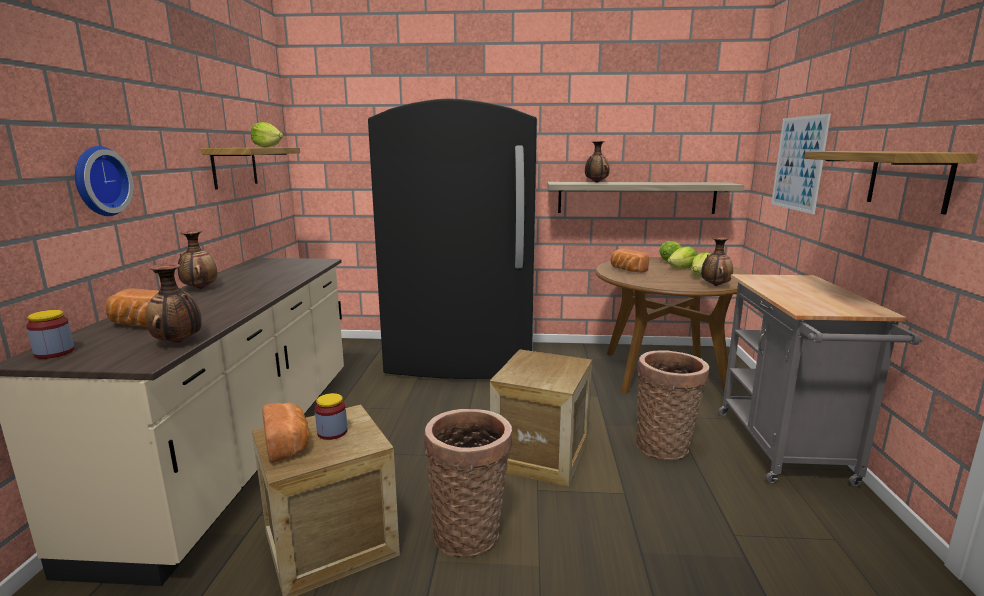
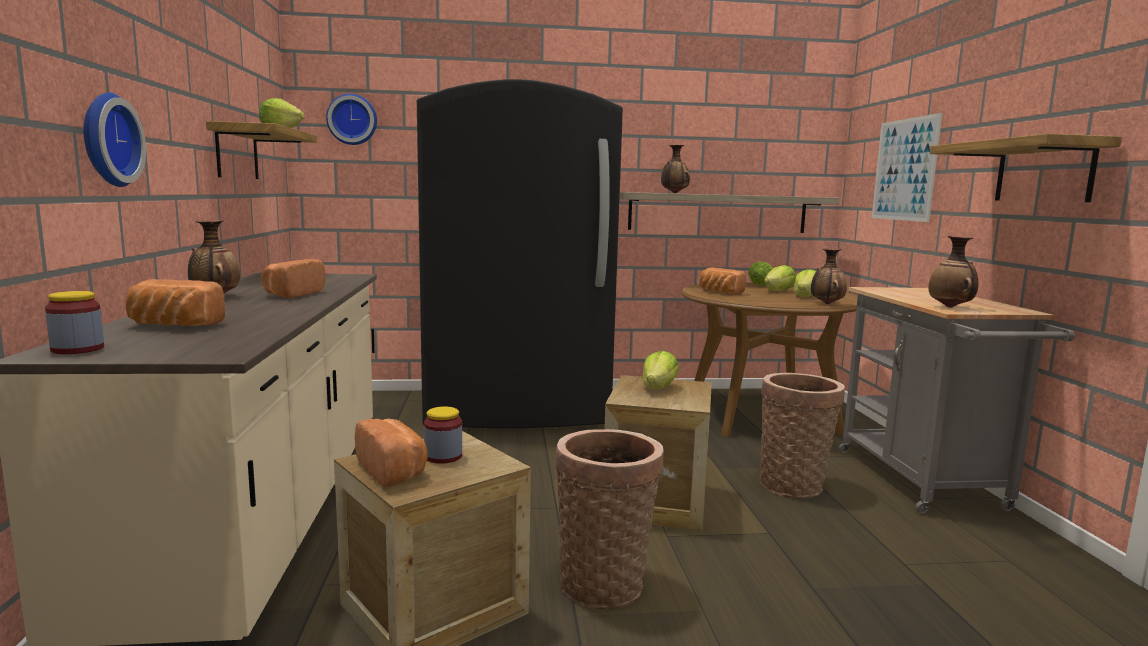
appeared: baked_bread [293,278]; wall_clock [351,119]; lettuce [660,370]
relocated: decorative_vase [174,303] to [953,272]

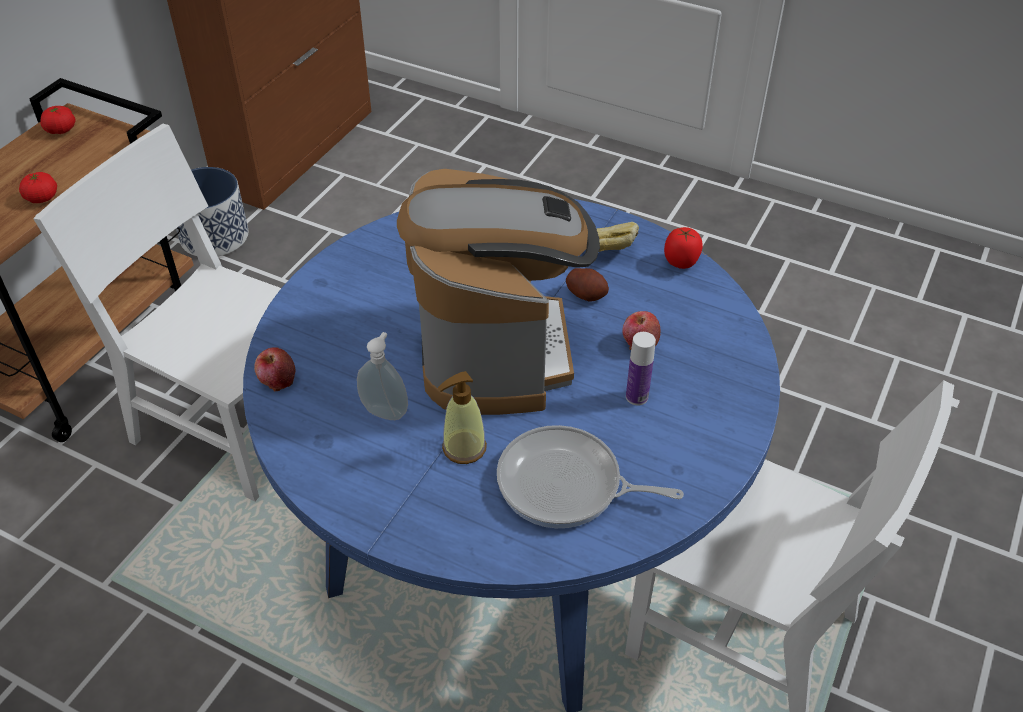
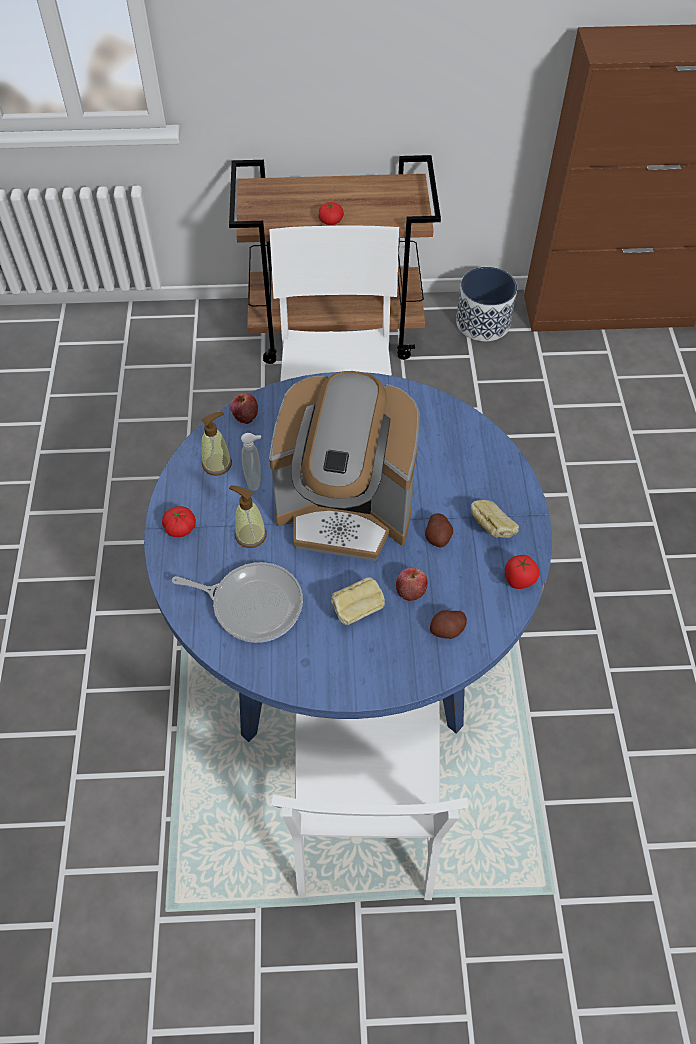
appeared: soap_bottle [216,444]; whole_potato [448,624]
relocated: tomato [57,120] to [179,521]
exchanged: bottle [641,368] to baked_bread [358,601]
spun: pan [590,476] = [237,602] 120 degrees clockwise; coffee_brewer [498,292] = [344,466] 45 degrees clockwise

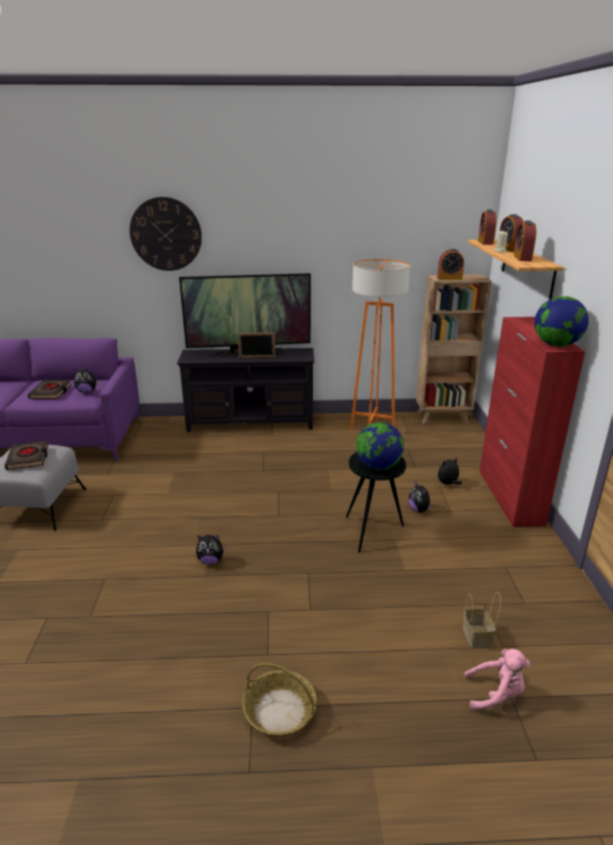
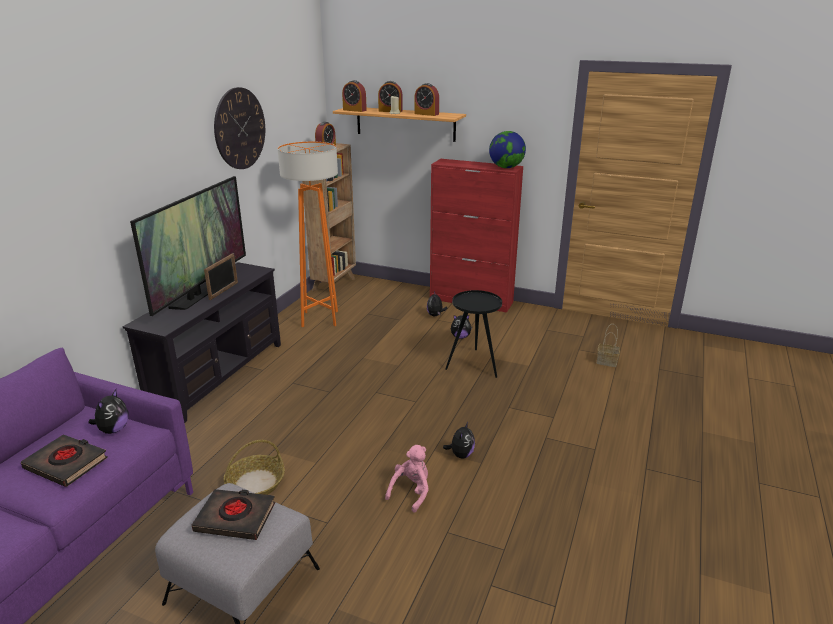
missing: world_globe [380,446]
relocated: wall_clock [166,234] to [239,128]; storage_basket [279,700] to [254,467]; pink-coloured_plush_toy [497,680] to [407,478]

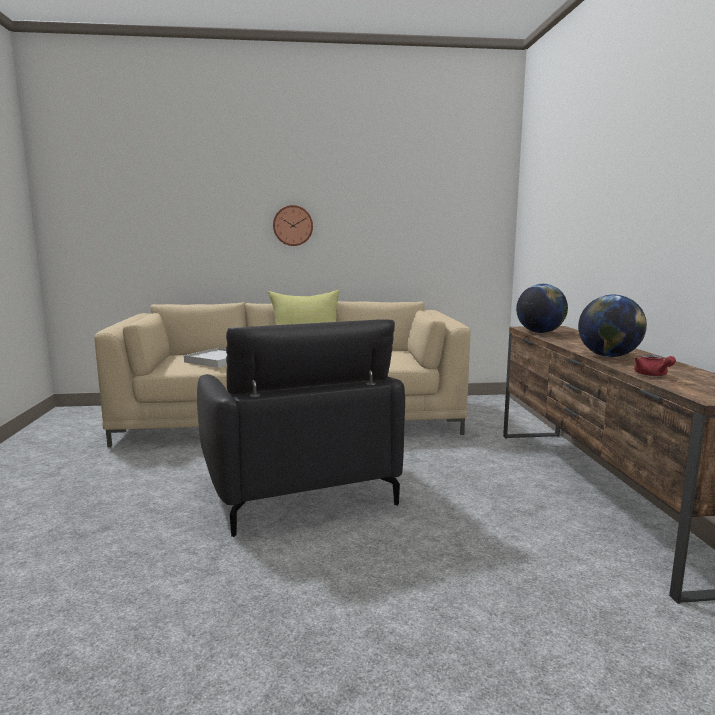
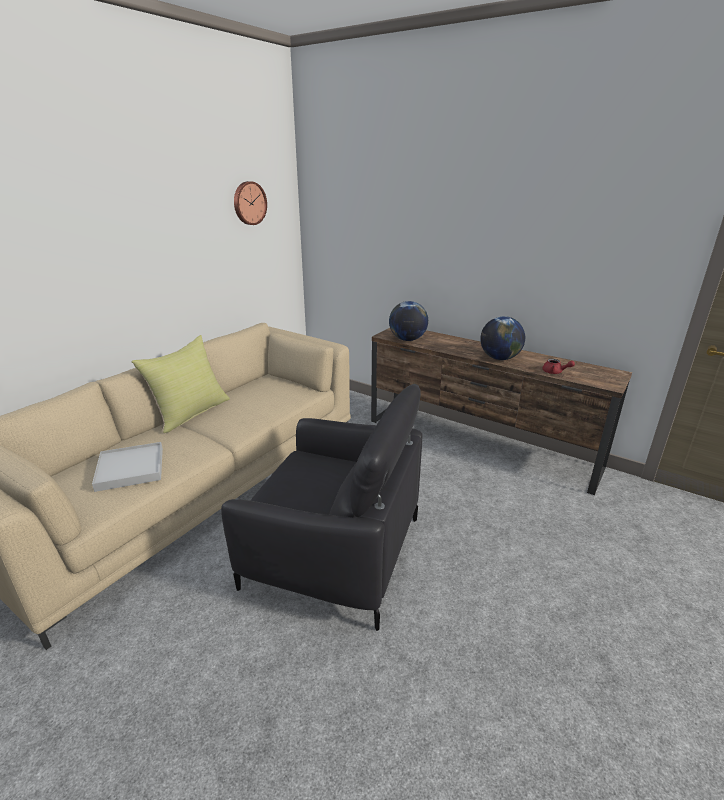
relocated: wall_clock [293,225] to [250,203]

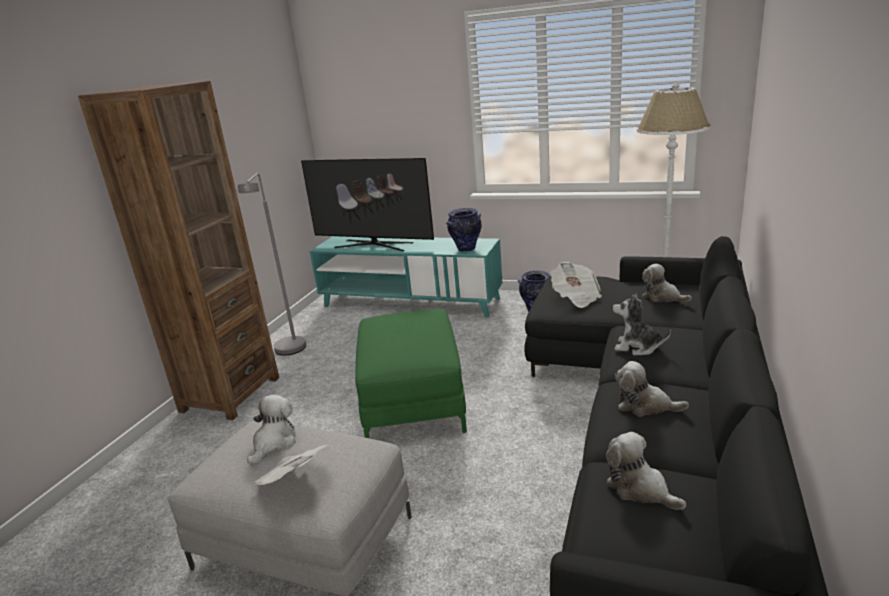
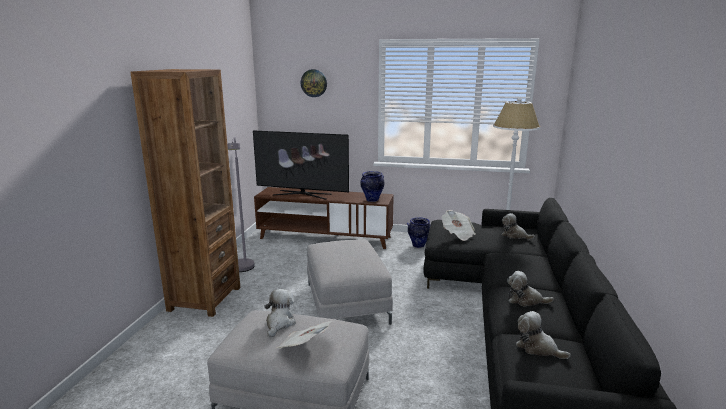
missing: plush_toy [642,325]
appeared: wall_clock [314,83]
colour: blue-green_media_console [406,276] to brown-coloured_media_console [324,218]; green-coloured_pouffe [411,373] to gray_pouffe [350,282]

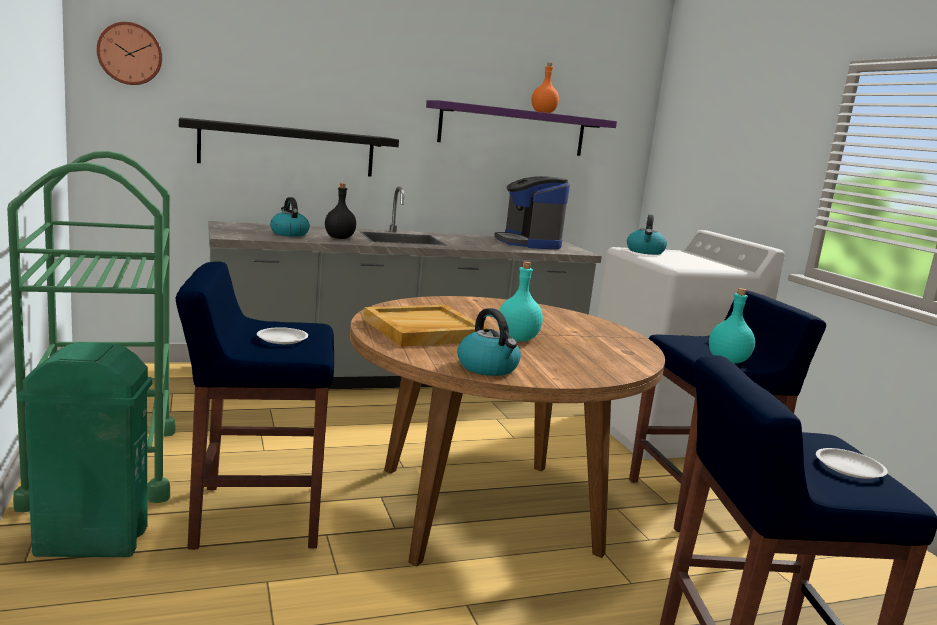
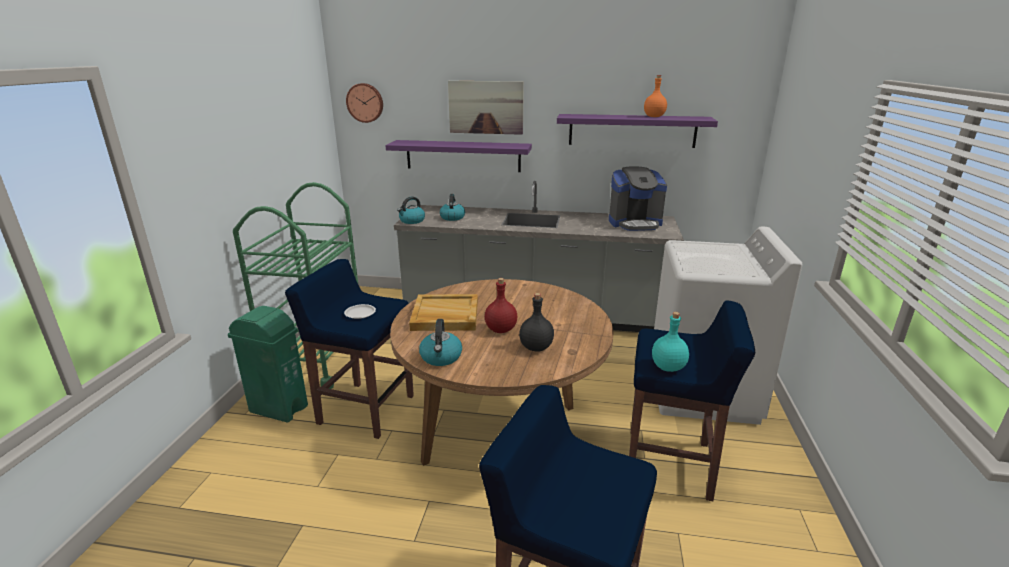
missing: white_flat_dish [852,463]
appeared: wall_picture [486,108]
relocated: water_kettle [647,235] to [411,210]; black-coloured_bottle [340,211] to [536,322]
colour: black-coloured_bracket_shelf [289,147] to purplish_bracket_shelf [458,156]; blue-green_bottle [520,301] to red_bottle [501,305]
spun: coffee_brewer [532,212] = [638,198] 105 degrees counterclockwise

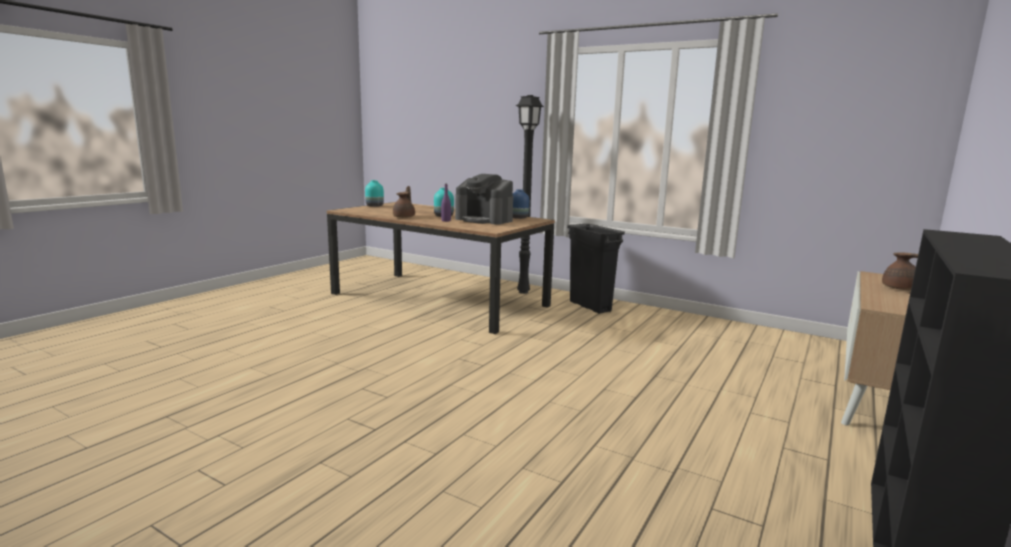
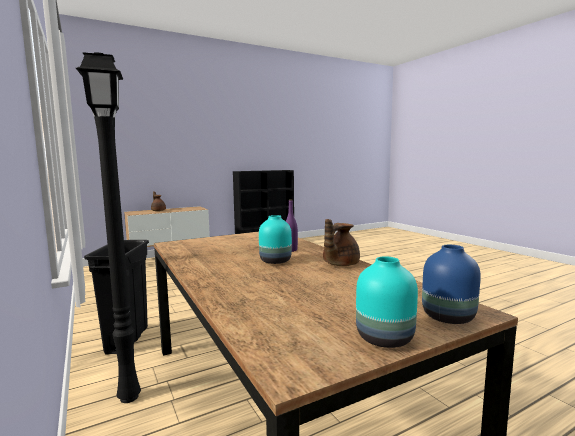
missing: coffee_brewer [484,199]
relocated: blue_decorative_vase [520,204] to [451,284]

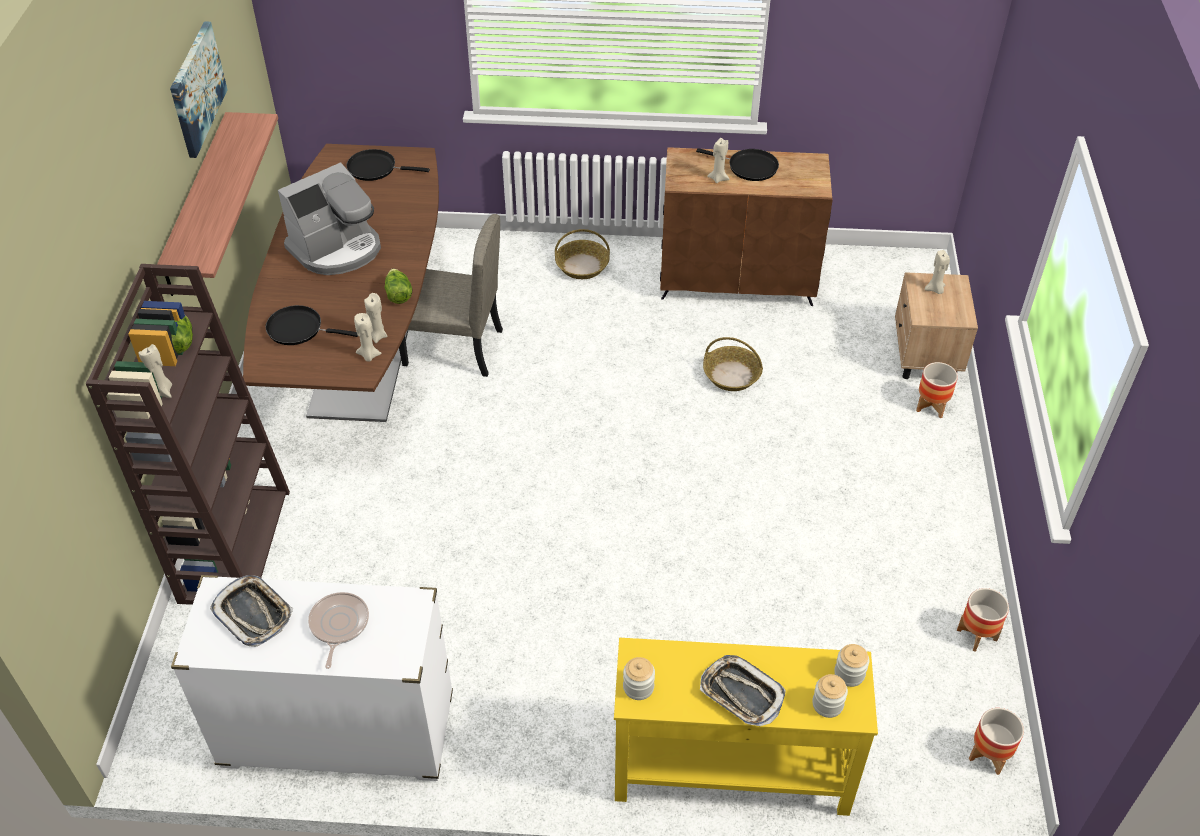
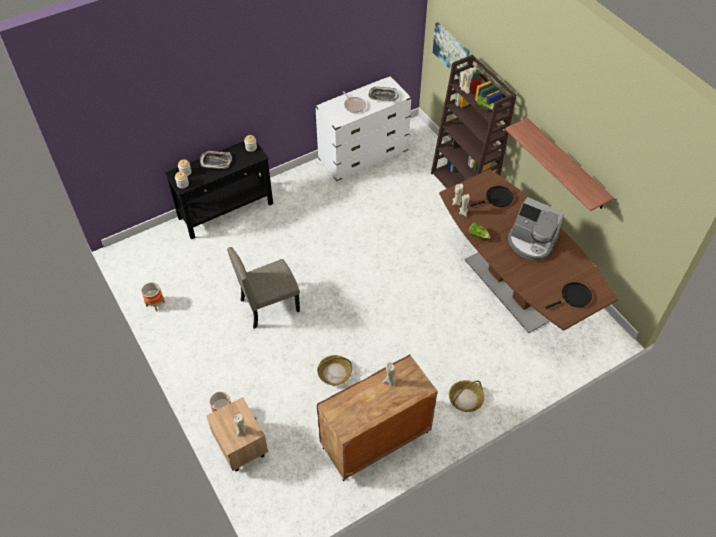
missing: black-coloured_pan [737,164]; plant_pot [996,741]
relocated: beige-coloured_plain_chair [451,295] to [263,288]; wall_picture [199,89] to [451,50]
colour: yellow_hall_table [746,727] to black-coloured_hall_table [219,190]
spun: coffee_brewer [329,218] = [536,228] 75 degrees counterclockwise

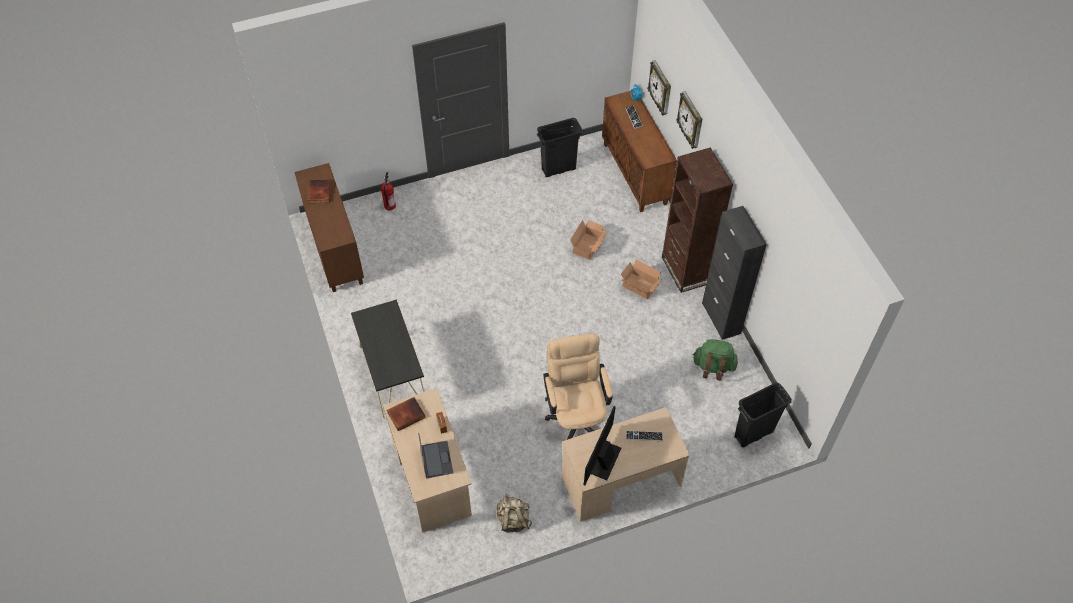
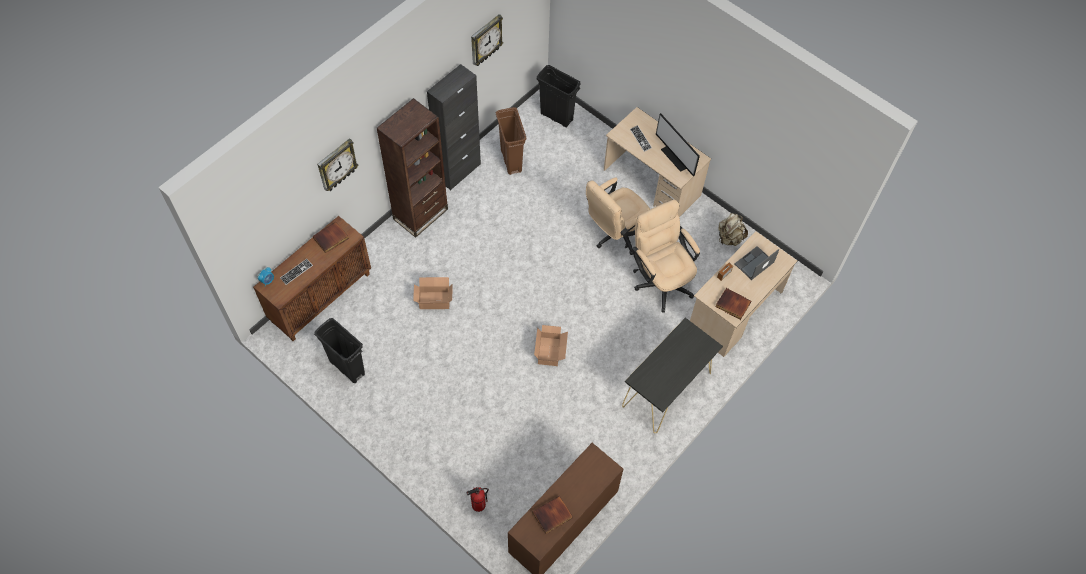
appeared: book [331,237]; beige-coloured_desk_chair [666,256]
relocated: wall_clock [659,87] to [487,40]; carton [642,279] to [551,345]
exchanged: green-coloured_rucksack [715,359] to brown-coloured_trash_can [511,141]
spun: computer_screen [602,445] = [678,144] 60 degrees clockwise

